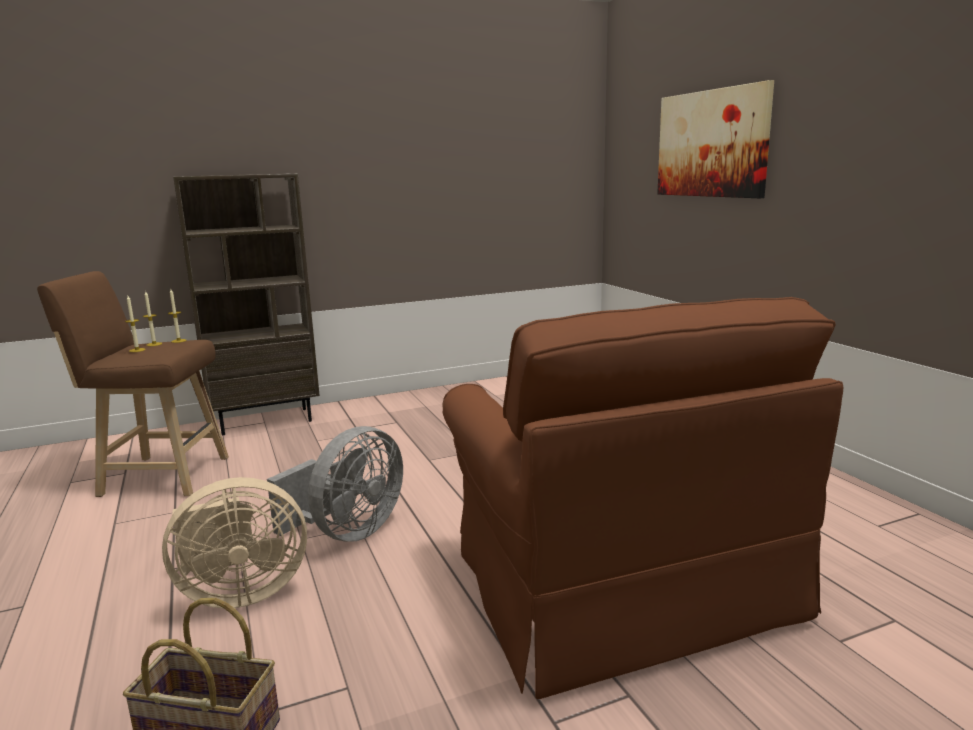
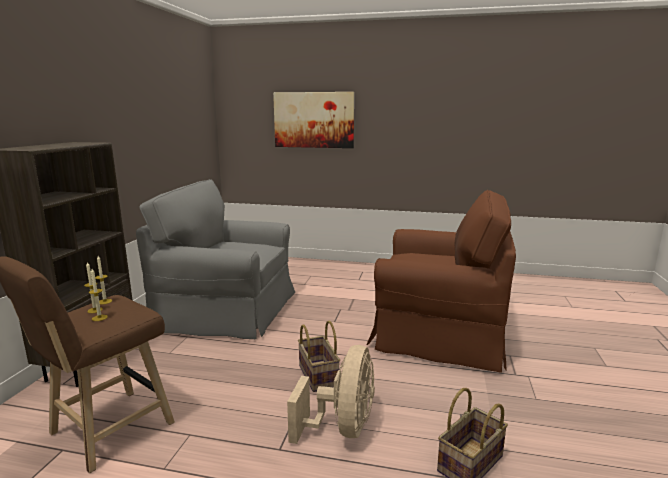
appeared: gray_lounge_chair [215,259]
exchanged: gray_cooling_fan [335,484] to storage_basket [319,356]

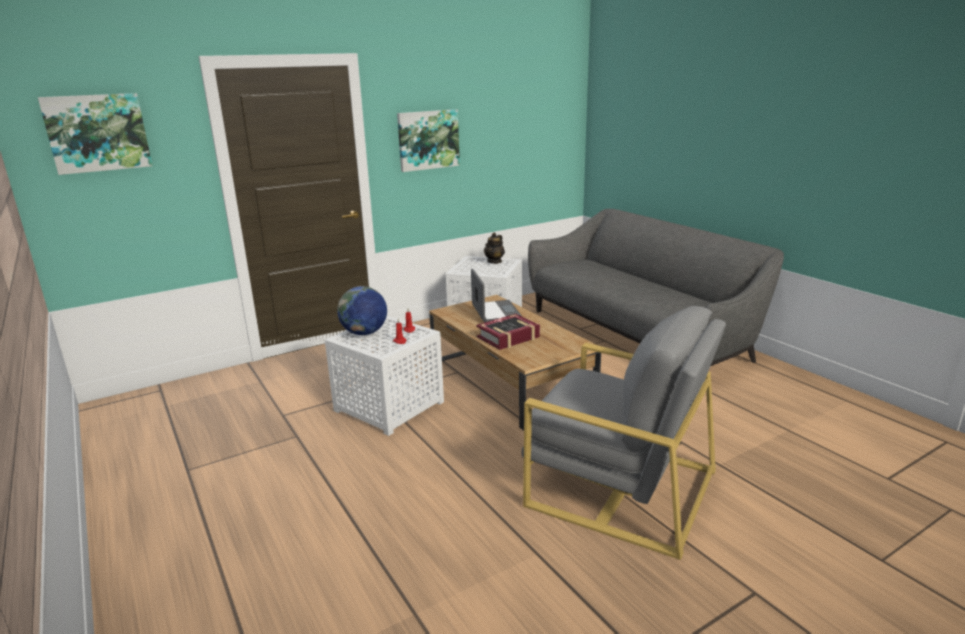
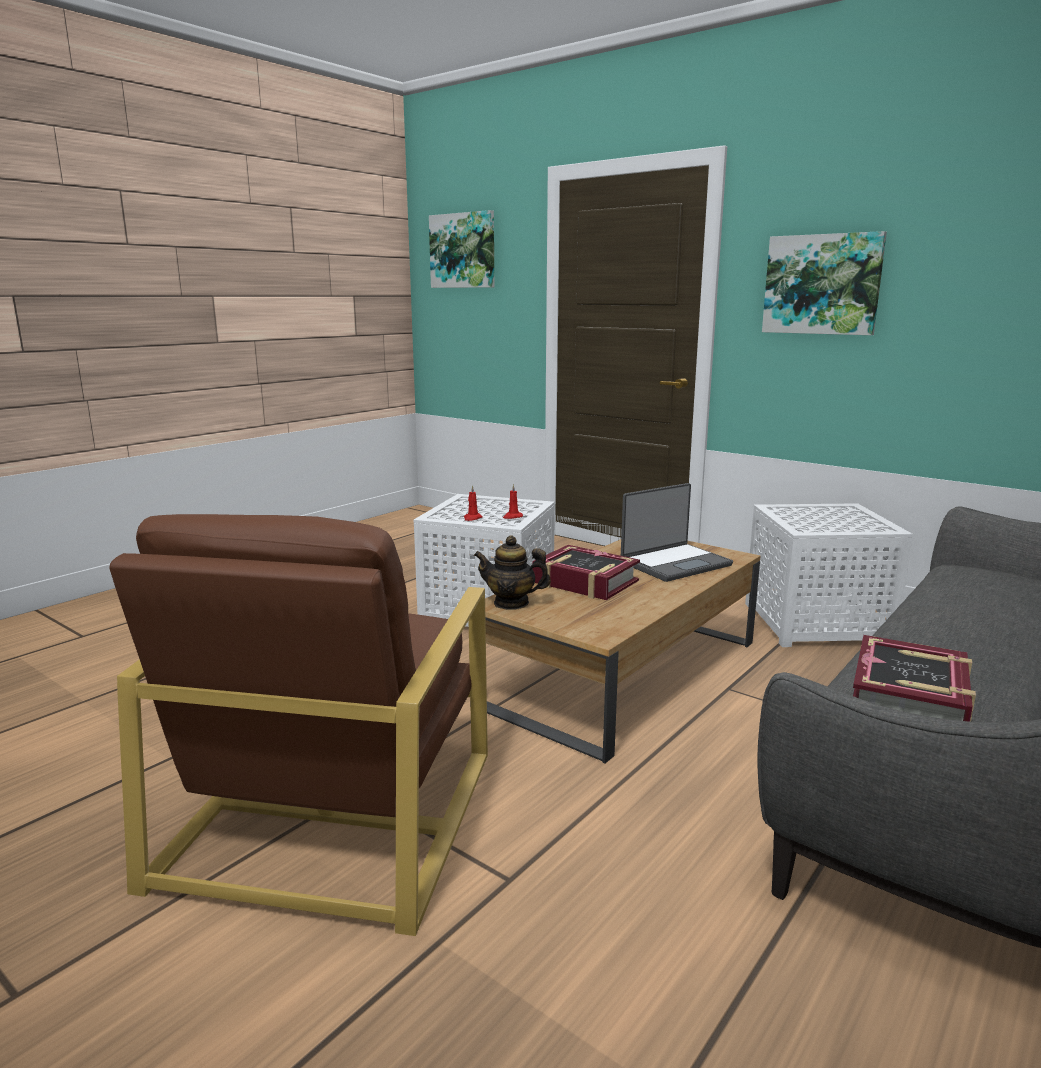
missing: world_globe [362,310]
appeared: book [914,678]
relocated: teapot [494,248] to [512,573]
colour: gray_lounge_chair [624,433] to brown-coloured_lounge_chair [298,725]

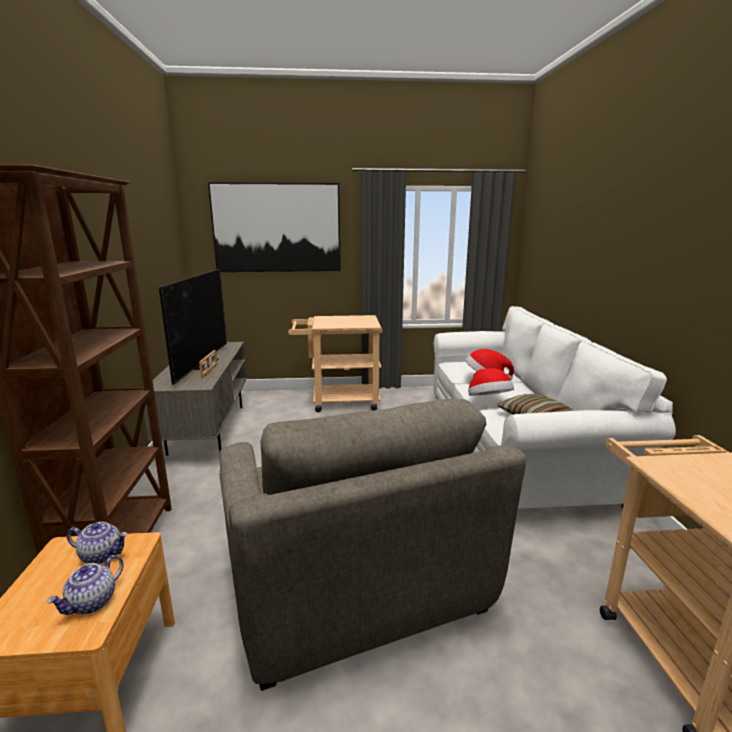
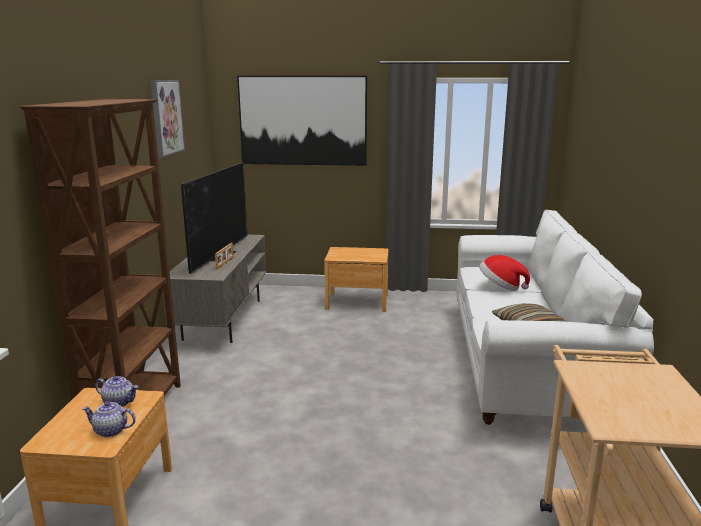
missing: gray_lounge_chair [372,544]; hat [491,382]
appeared: wall_picture [168,119]
exchanged: beige-coloured_cart [335,363] to brown-coloured_night_table [356,279]
spun: teapot [85,585] = [109,419] 60 degrees clockwise

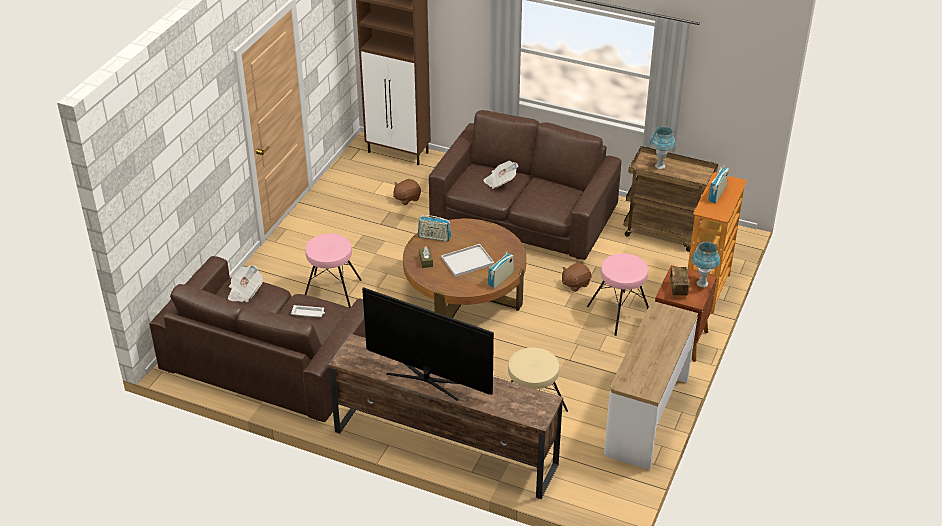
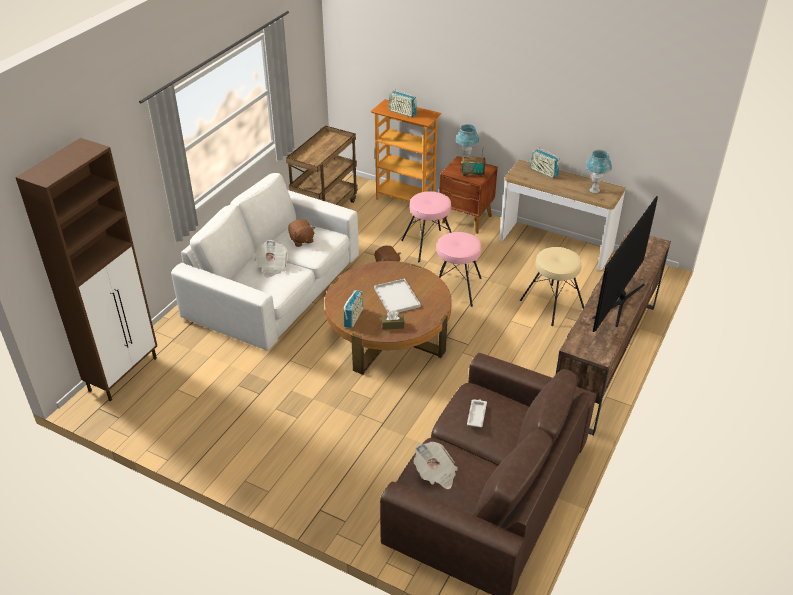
relocated: brown-coloured_plush_toy [407,192] to [301,233]; pink-coloured_stool_seat [333,270] to [459,269]; radio_receiver [501,270] to [545,162]; blue_tabletop_lamp [663,147] to [599,171]
colour: brown-coloured_couch [525,185] to white_couch [265,262]

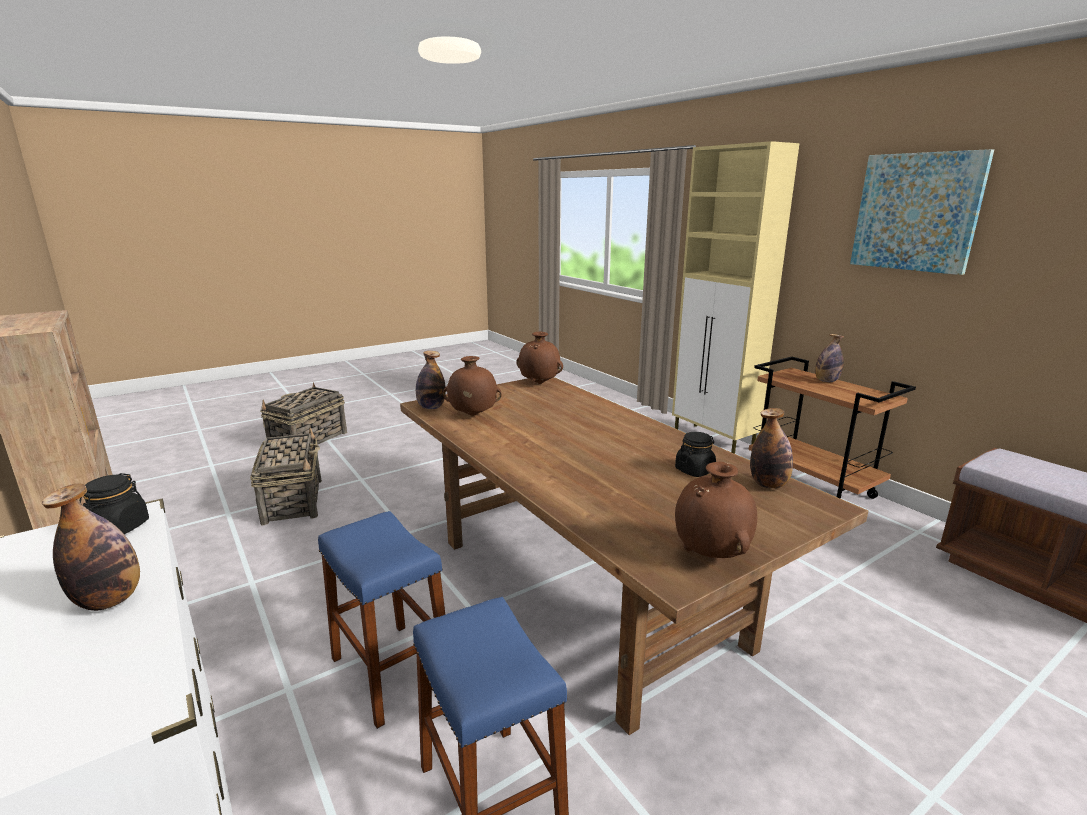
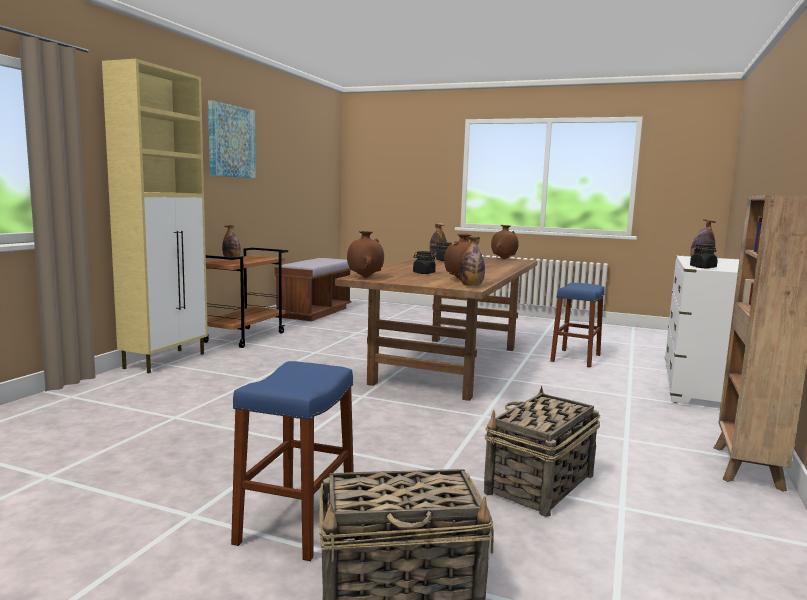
appeared: black-coloured_storage_jar [424,262]
relocated: blue_stool_seat [381,620] to [292,461]

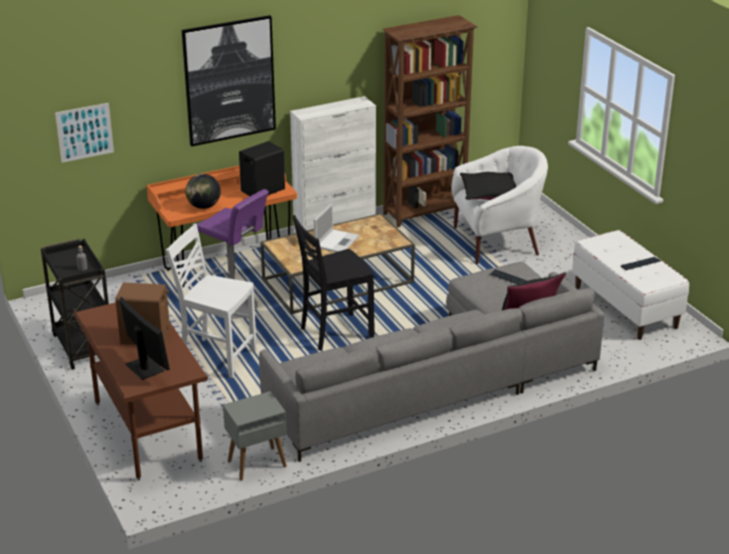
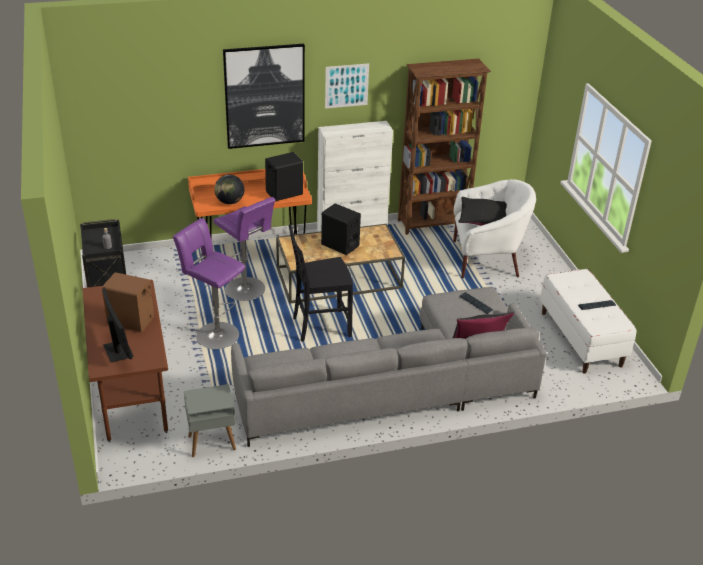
relocated: wall_picture [84,133] to [347,86]
exchanged: white_plain_chair [211,301] to purplish_stool_seat [209,283]; portable_computer [337,227] to black-coloured_audio_speaker [341,229]

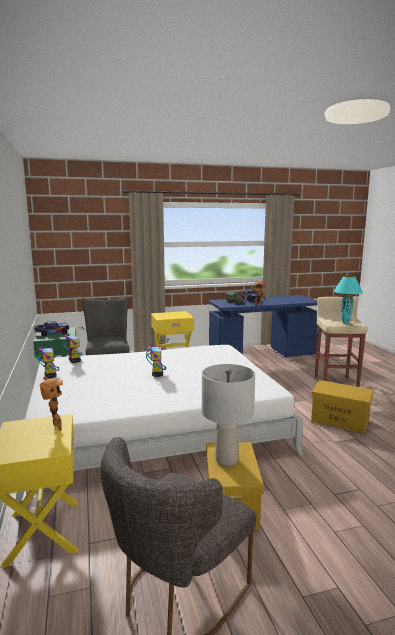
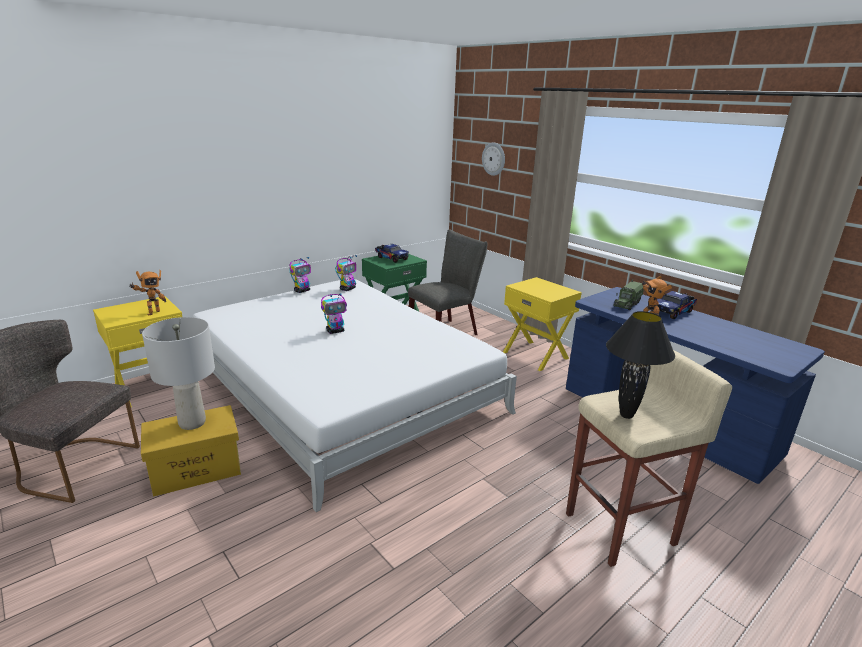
missing: yellow_storage_box [342,407]
appeared: wall_clock [493,159]
colour: blue-green_tabletop_lamp [348,300] to black-coloured_tabletop_lamp [640,365]

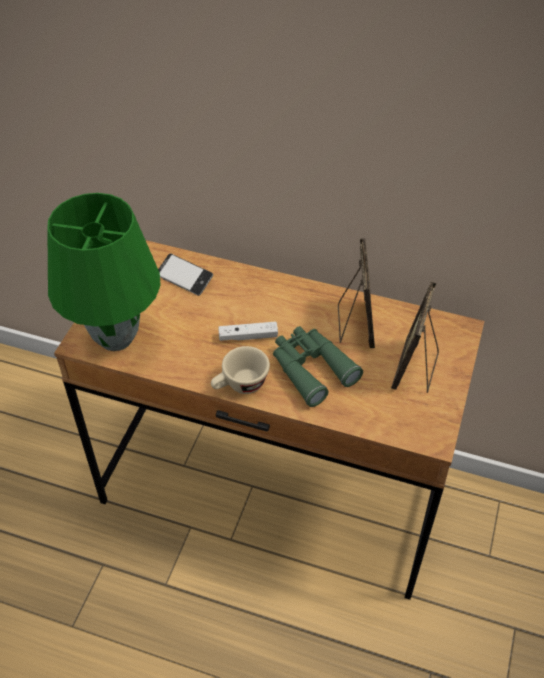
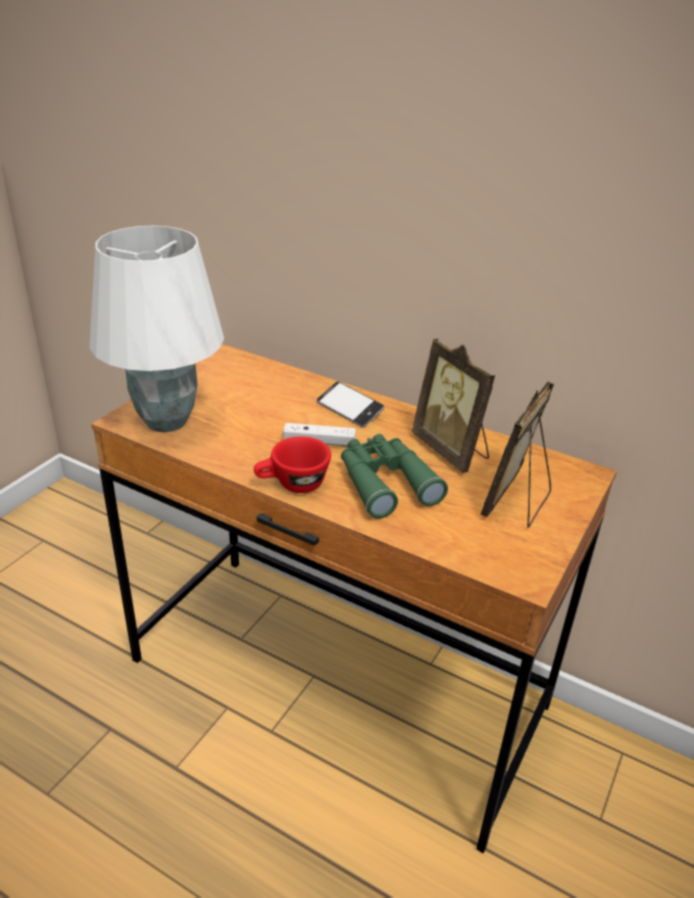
relocated: telephone [185,274] to [350,404]
colour: green-coloured_tabletop_lamp [104,272] to white_tabletop_lamp [157,329]; beige-coloured_drinking_cup [240,370] to red_drinking_cup [292,464]
spun: picture_frame [356,293] = [453,405] 135 degrees clockwise

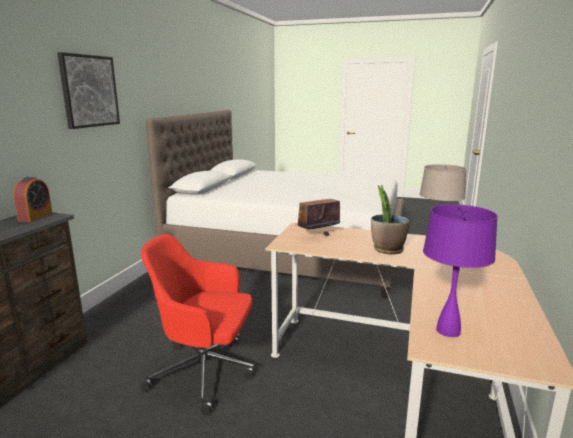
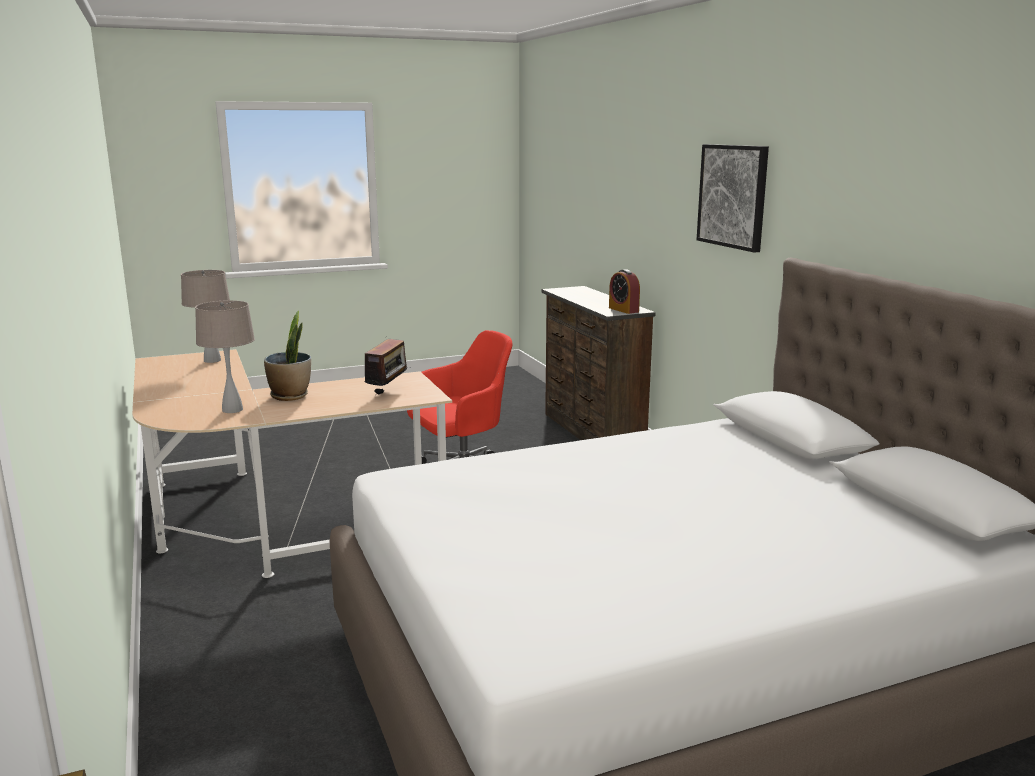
colour: purplish_tabletop_lamp [460,270] to beige-coloured_tabletop_lamp [205,316]

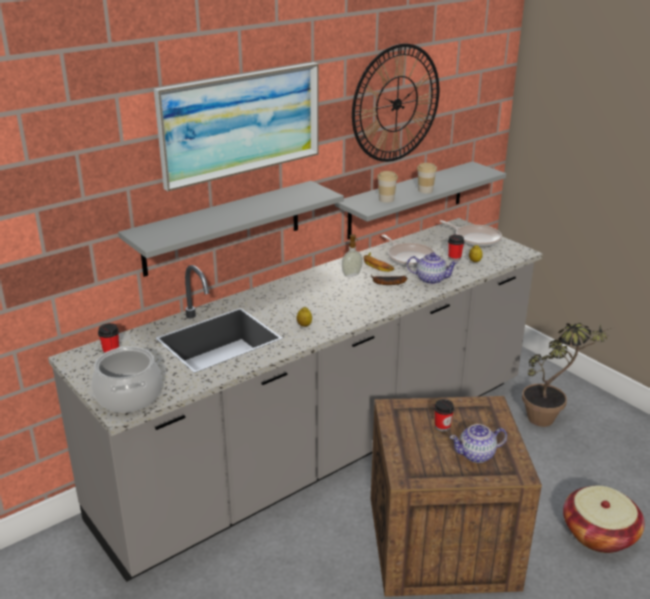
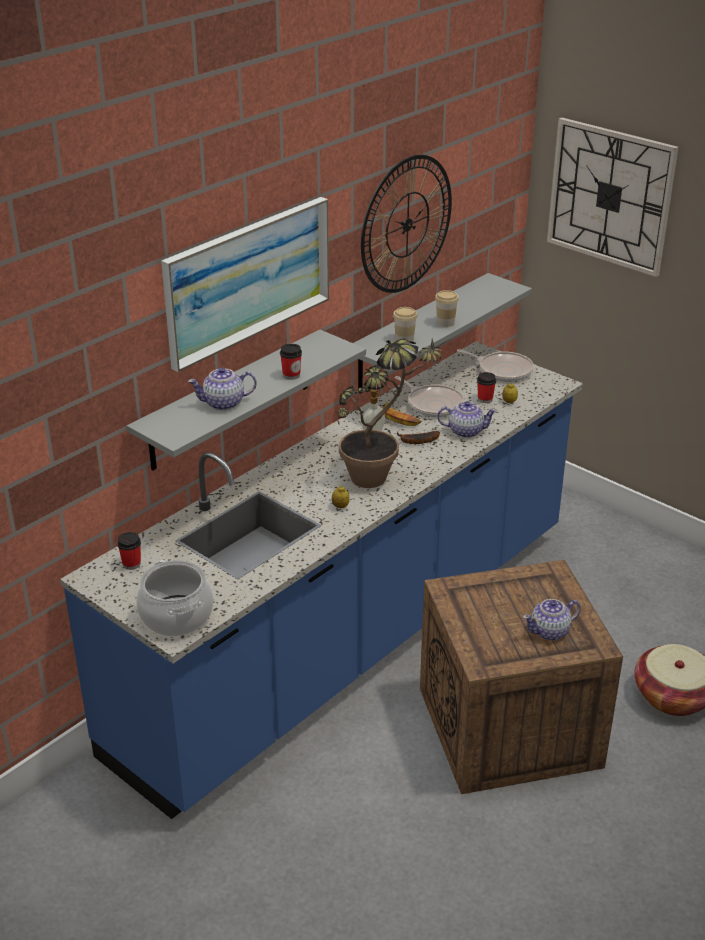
appeared: teapot [222,388]; wall_clock [613,197]
relocated: drinking_cup [444,415] to [291,361]; potted_plant [566,375] to [394,413]
colour: gray_kitchen_base_unit [295,400] to blue_kitchen_base_unit [321,580]

